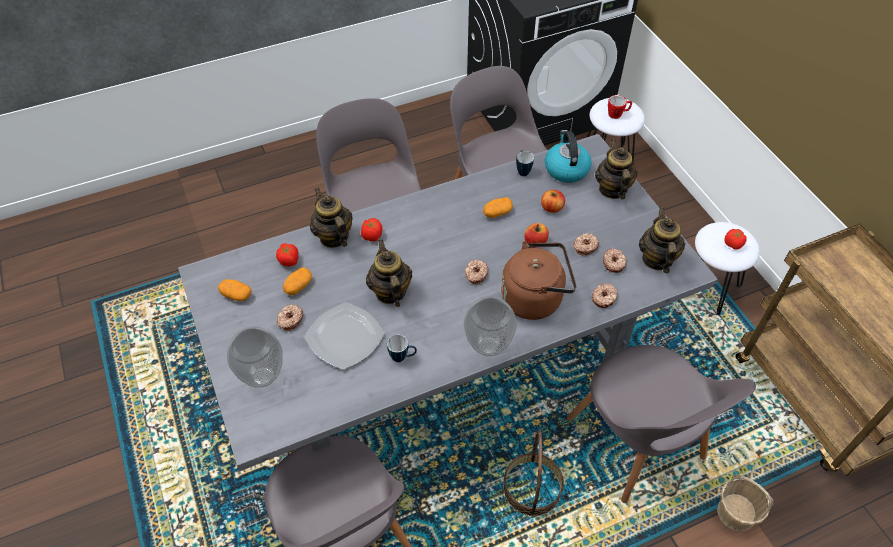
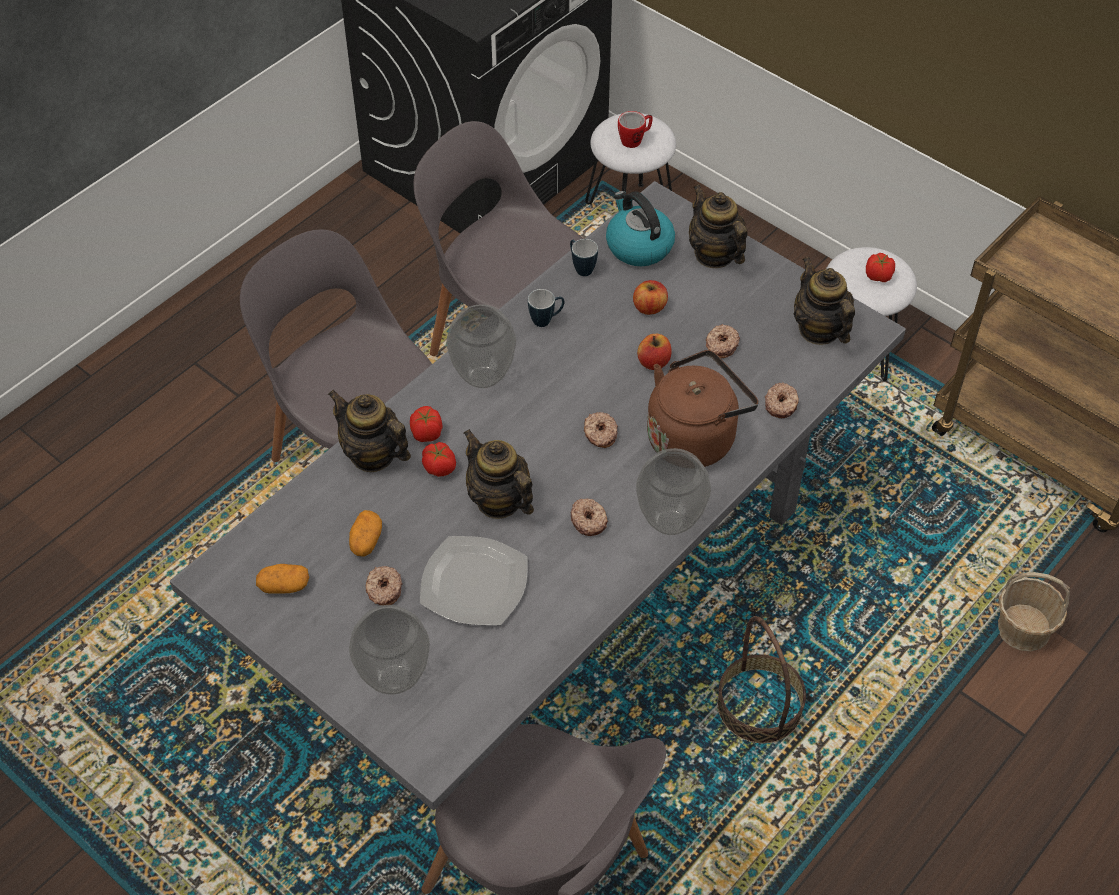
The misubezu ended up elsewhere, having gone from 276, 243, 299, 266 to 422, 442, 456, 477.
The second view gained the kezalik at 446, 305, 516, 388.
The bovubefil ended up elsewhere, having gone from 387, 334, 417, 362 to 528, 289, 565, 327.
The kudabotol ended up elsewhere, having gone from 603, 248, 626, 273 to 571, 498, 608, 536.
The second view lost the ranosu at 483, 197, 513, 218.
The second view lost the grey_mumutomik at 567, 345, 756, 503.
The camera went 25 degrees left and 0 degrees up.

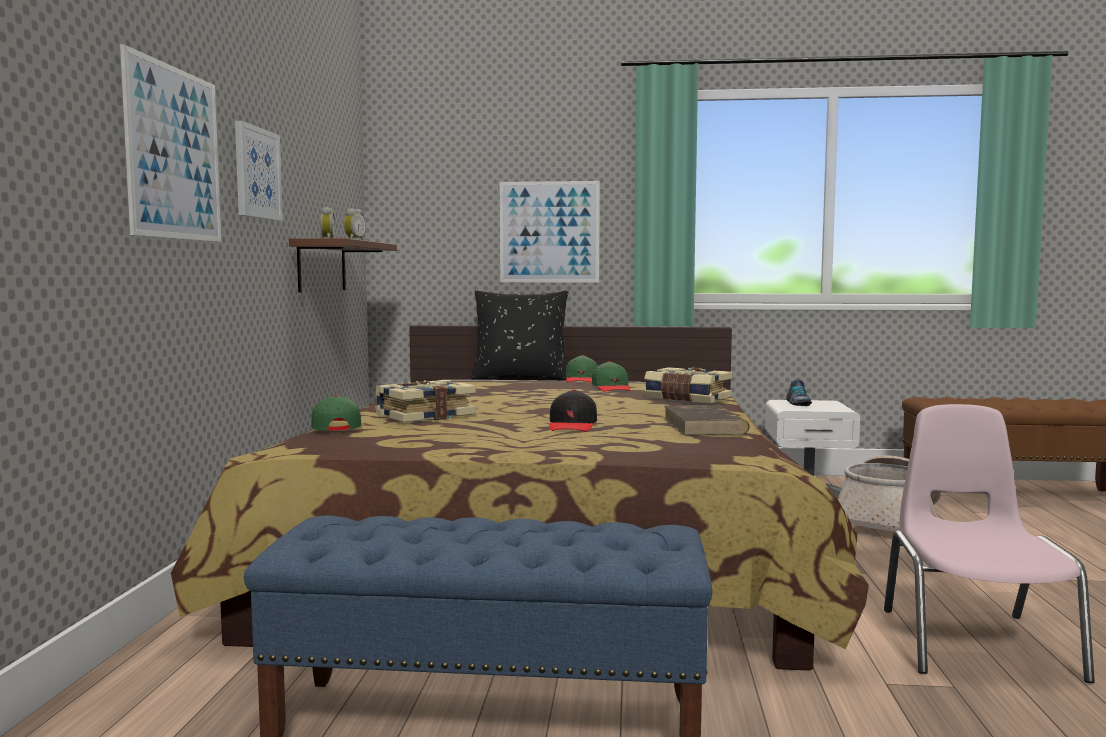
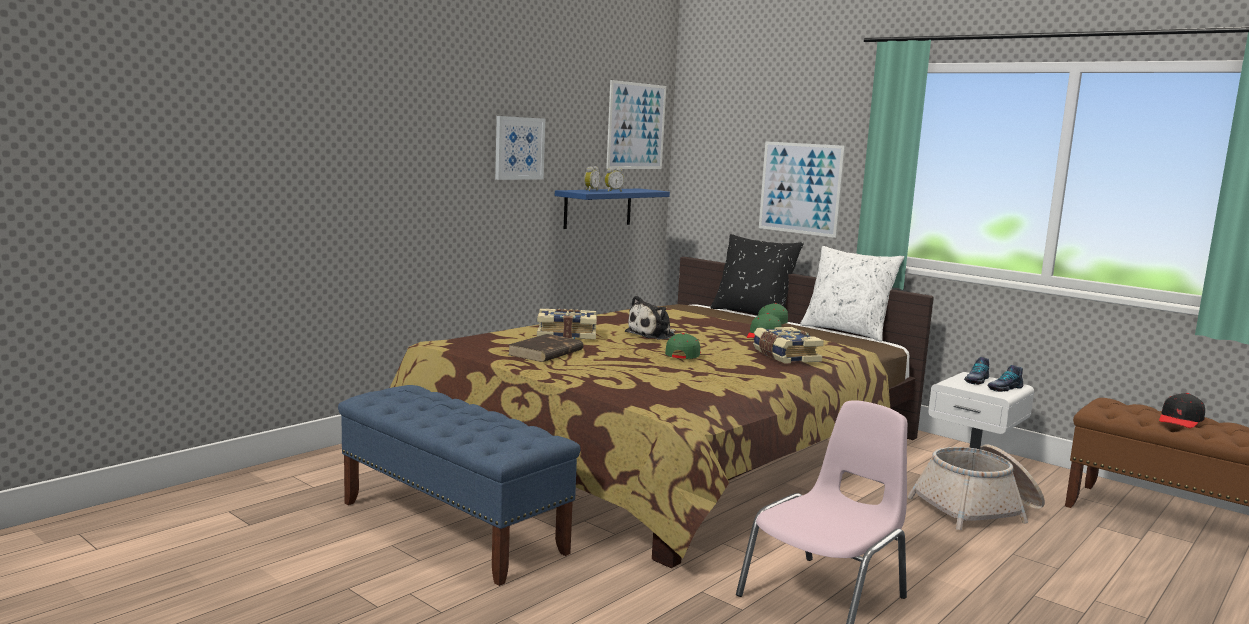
The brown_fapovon ended up elsewhere, having gone from 664, 405, 749, 435 to 508, 334, 583, 362.
What was the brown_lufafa at 289, 238, 397, 293 turned into the blue_lufafa at 555, 188, 670, 229.
The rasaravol ended up elsewhere, having gone from 120, 44, 221, 242 to 606, 80, 666, 169.
The second view gained the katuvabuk at 625, 296, 676, 340.
The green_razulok ended up elsewhere, having gone from 311, 395, 362, 431 to 665, 333, 701, 359.
The second view gained the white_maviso at 800, 246, 904, 342.
The second view gained the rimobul at 988, 365, 1024, 392.
The black_razulok ended up elsewhere, having gone from 550, 389, 597, 432 to 1159, 393, 1205, 428.
The camera went 35 degrees right and 5 degrees up.

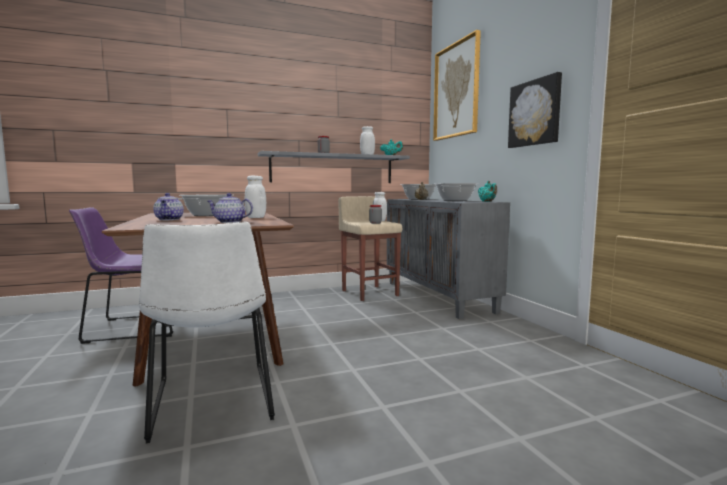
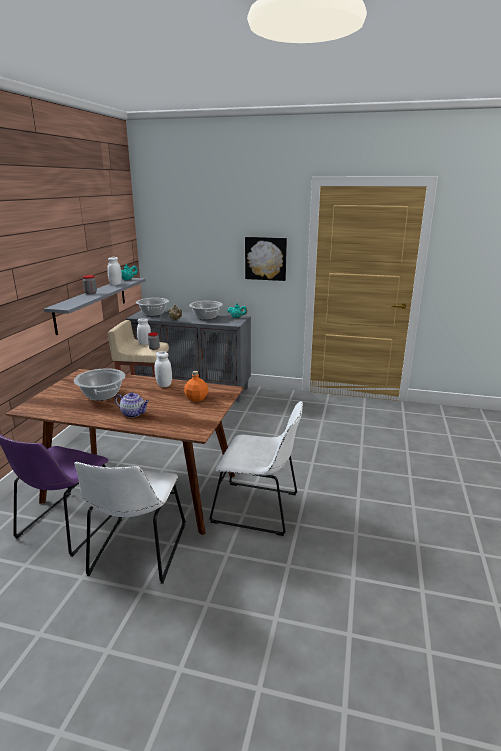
The second view gained the white_mumutomik at 74, 462, 186, 584.
Where the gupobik stood at 207, 193, 253, 223, the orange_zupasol came to stand at 184, 371, 208, 402.
The second view lost the rasaravol at 433, 30, 481, 141.
The camera went 55 degrees left and 15 degrees up.

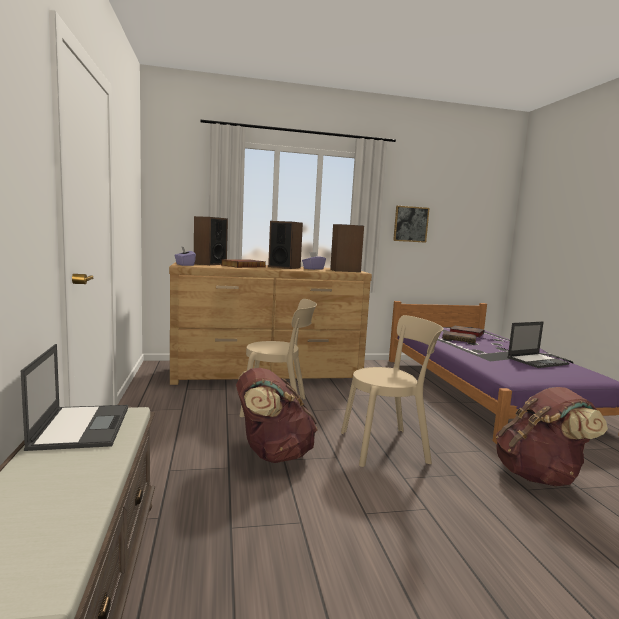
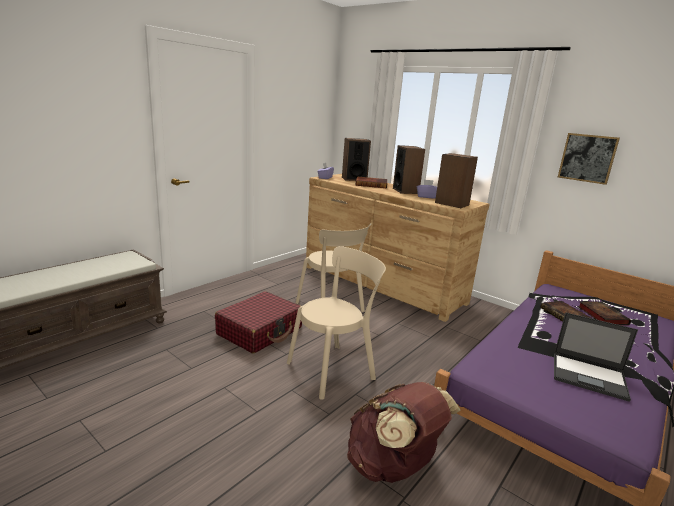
Where the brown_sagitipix stood at 236, 368, 318, 463, the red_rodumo came to stand at 215, 291, 302, 354.
The beige_mumutomik at 341, 315, 443, 467 ended up facing another way, 75 degrees counterclockwise from before.
The second view lost the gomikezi at 21, 344, 128, 451.
The camera went 50 degrees right and 10 degrees up.

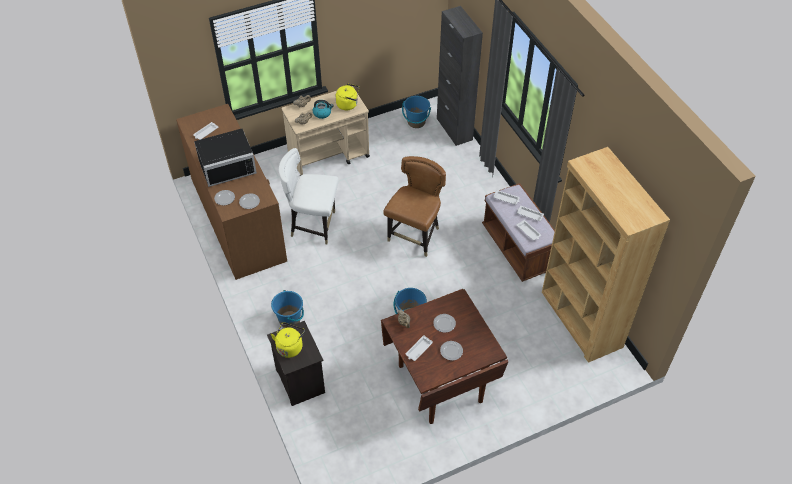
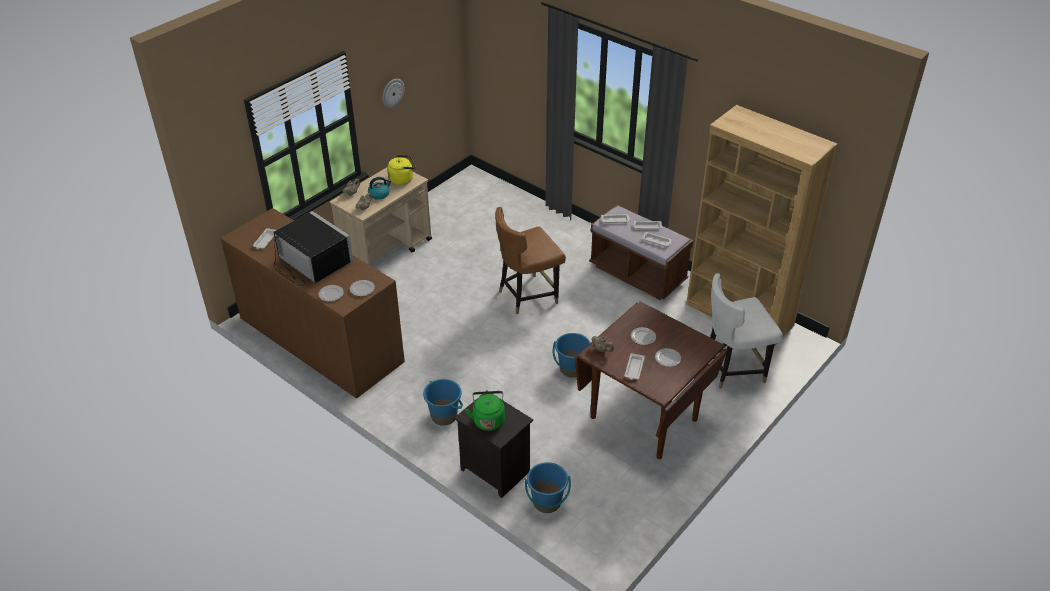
The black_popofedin at 194, 129, 257, 187 ended up facing another way, 90 degrees counterclockwise from before.
The second view gained the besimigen at 382, 79, 405, 108.
What was the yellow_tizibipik at 271, 322, 305, 358 turned into the green_tizibipik at 465, 391, 505, 431.
The brown_mumutomik at 383, 156, 446, 257 ended up facing another way, 120 degrees counterclockwise from before.
The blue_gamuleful ended up elsewhere, having gone from 402, 96, 431, 128 to 525, 462, 571, 513.
The white_mumutomik ended up elsewhere, having gone from 279, 148, 339, 244 to 710, 273, 783, 389.
The second view lost the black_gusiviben at 437, 6, 483, 146.
The camera went 25 degrees left and 10 degrees down.

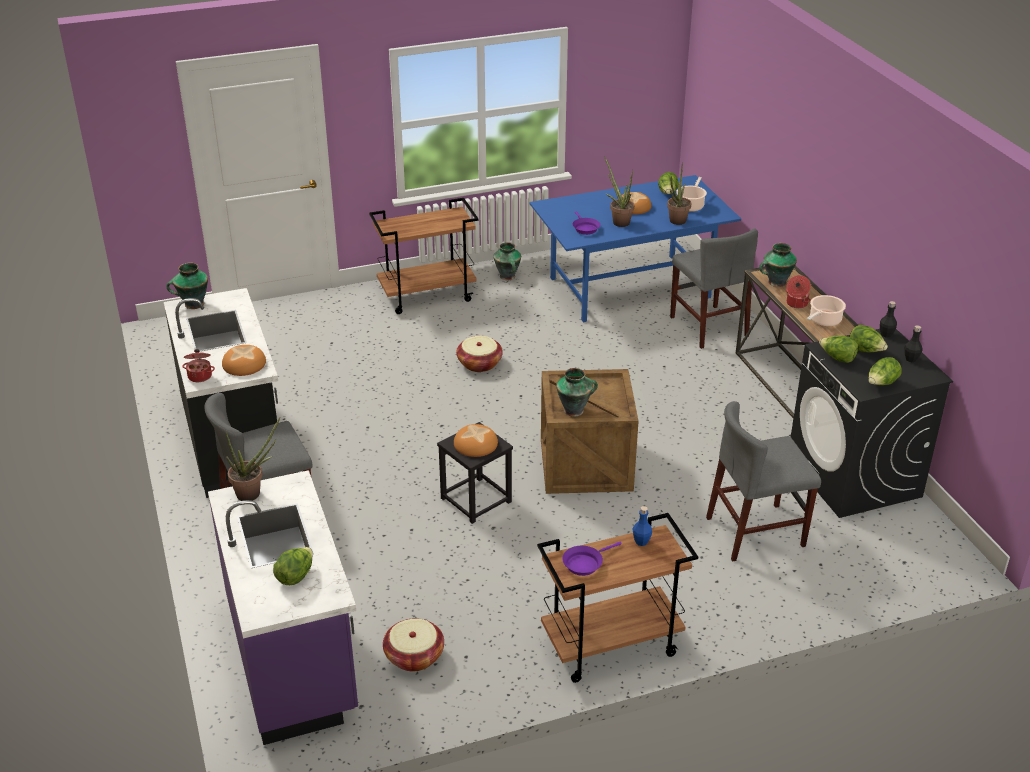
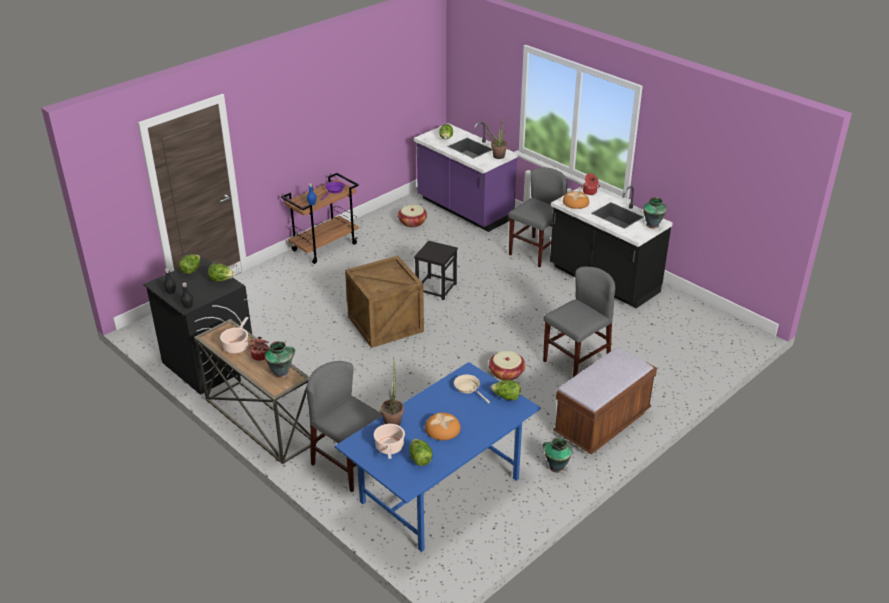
What was the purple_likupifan at 573, 211, 601, 235 turned into the beige_likupifan at 454, 375, 490, 403.
The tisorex ended up elsewhere, having gone from 850, 324, 888, 352 to 490, 380, 521, 400.
The grey_mumutomik ended up elsewhere, having gone from 706, 401, 821, 561 to 543, 266, 615, 377.
Where the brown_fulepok stood at 369, 198, 479, 314, the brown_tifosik came to stand at 553, 347, 657, 455.
The second view lost the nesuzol at 454, 424, 498, 457.
The second view lost the kezalik at 556, 368, 598, 417.
The second view lost the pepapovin at 604, 156, 634, 227.
The camera went 155 degrees right and 0 degrees up.

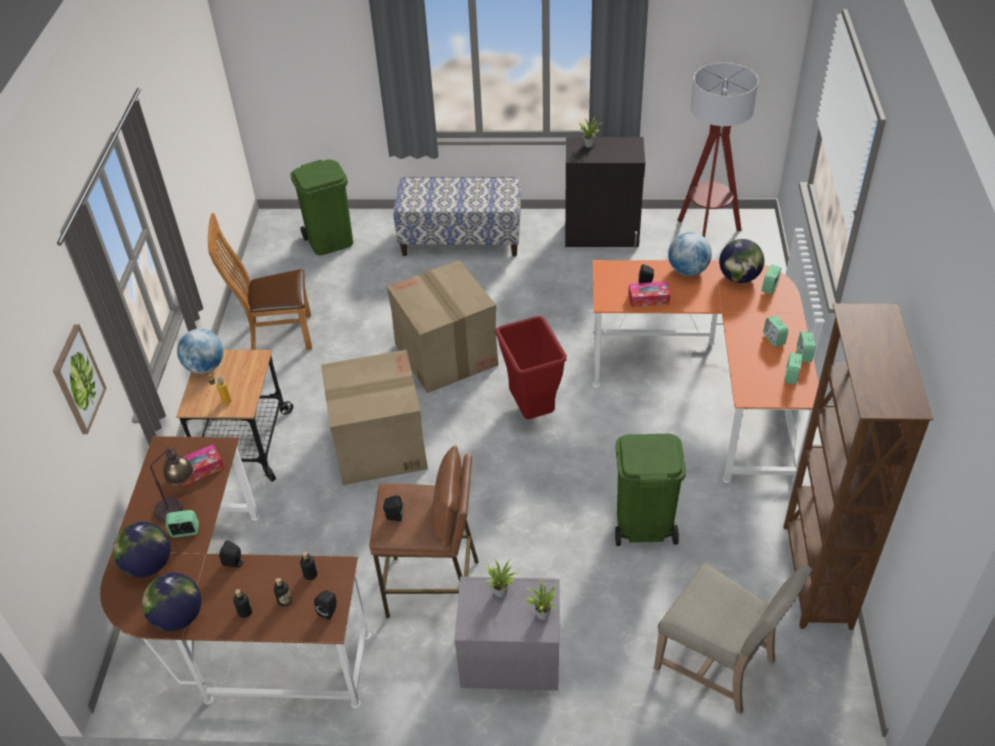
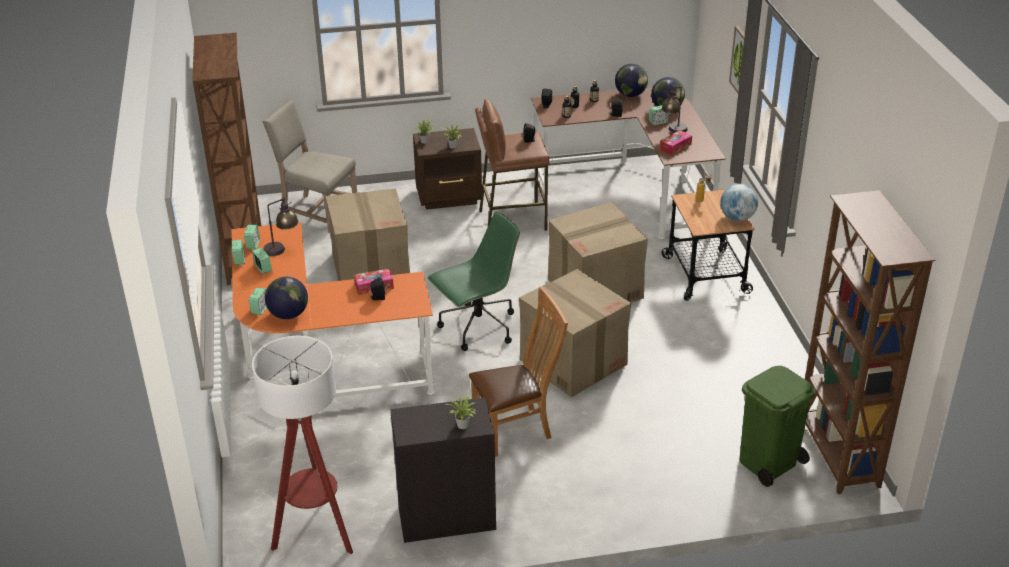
The second view gained the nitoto at 263, 197, 299, 256.
Where the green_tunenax stood at 615, 434, 686, 546, the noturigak came to stand at 325, 189, 410, 281.
What was the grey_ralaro at 455, 577, 560, 690 turned into the brown_ralaro at 413, 128, 482, 210.
Where the red_tunenax stood at 495, 316, 567, 419, the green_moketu came to stand at 428, 212, 520, 351.
The brown_mumutomik ended up elsewhere, having gone from 208, 213, 312, 350 to 469, 286, 568, 457.
The second view gained the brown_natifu at 805, 190, 936, 494.
The second view lost the tifosik at 394, 177, 521, 257.
The second view lost the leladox at 668, 232, 712, 276.
The camera went 165 degrees right and 10 degrees down.

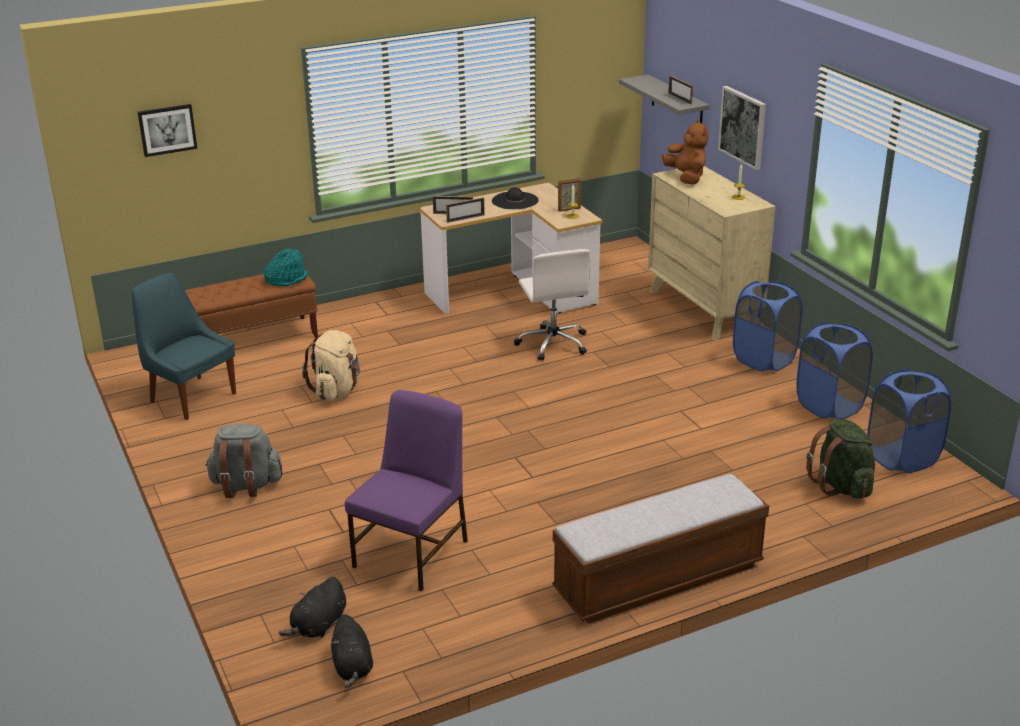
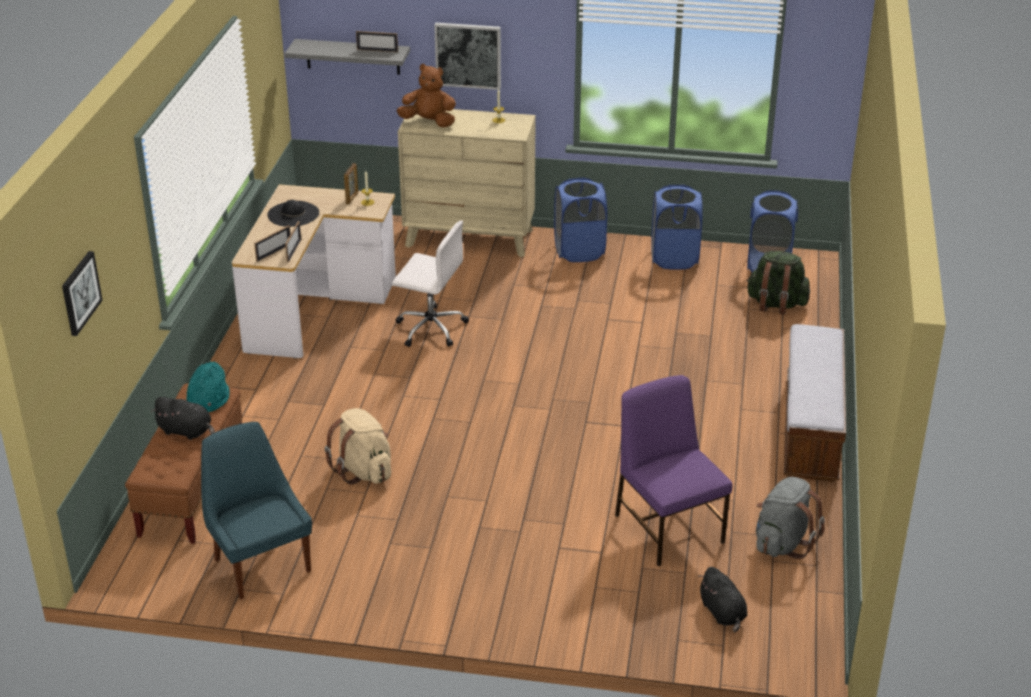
The black_katuvabuk ended up elsewhere, having gone from 331, 614, 373, 688 to 151, 397, 215, 440.
The blue_mumutomik at 132, 273, 236, 420 ended up facing another way, 75 degrees clockwise from before.
The grey_sagitipix ended up elsewhere, having gone from 205, 424, 282, 498 to 756, 477, 825, 559.
The camera went 55 degrees left and 5 degrees up.

